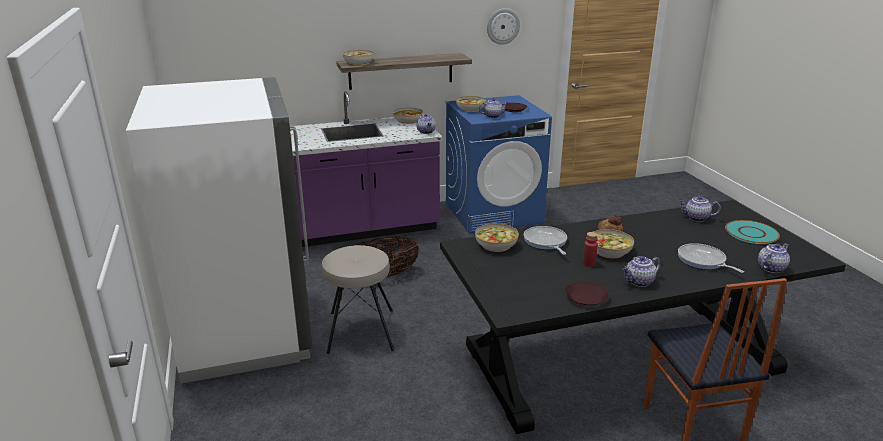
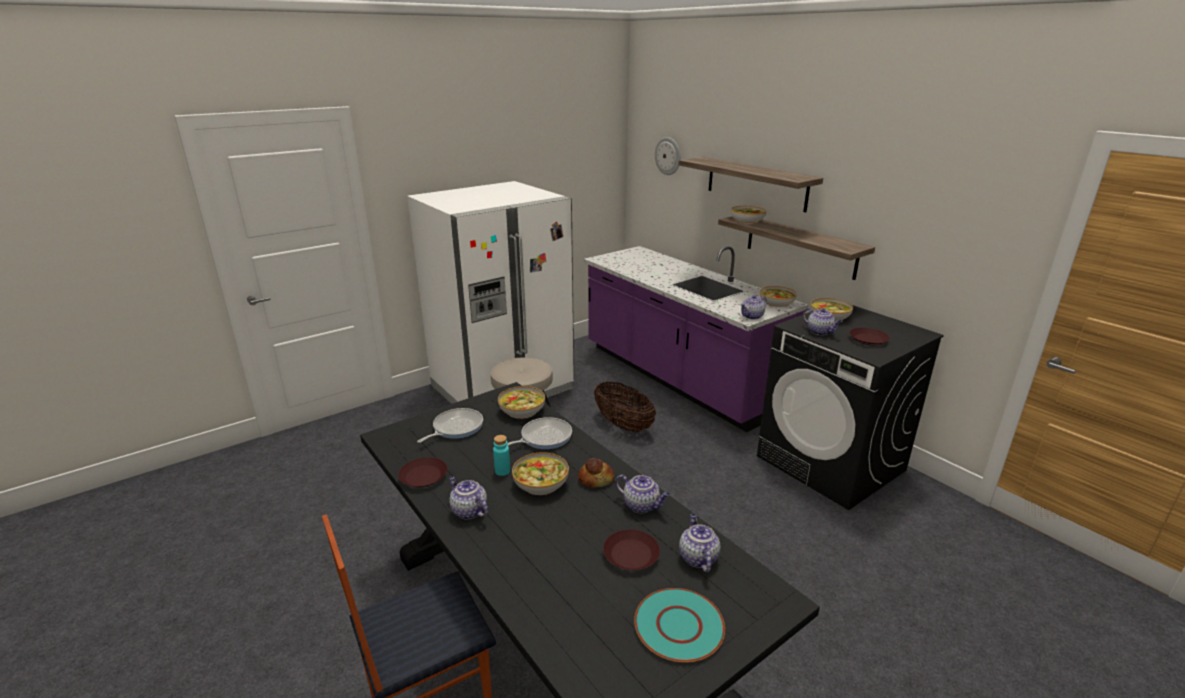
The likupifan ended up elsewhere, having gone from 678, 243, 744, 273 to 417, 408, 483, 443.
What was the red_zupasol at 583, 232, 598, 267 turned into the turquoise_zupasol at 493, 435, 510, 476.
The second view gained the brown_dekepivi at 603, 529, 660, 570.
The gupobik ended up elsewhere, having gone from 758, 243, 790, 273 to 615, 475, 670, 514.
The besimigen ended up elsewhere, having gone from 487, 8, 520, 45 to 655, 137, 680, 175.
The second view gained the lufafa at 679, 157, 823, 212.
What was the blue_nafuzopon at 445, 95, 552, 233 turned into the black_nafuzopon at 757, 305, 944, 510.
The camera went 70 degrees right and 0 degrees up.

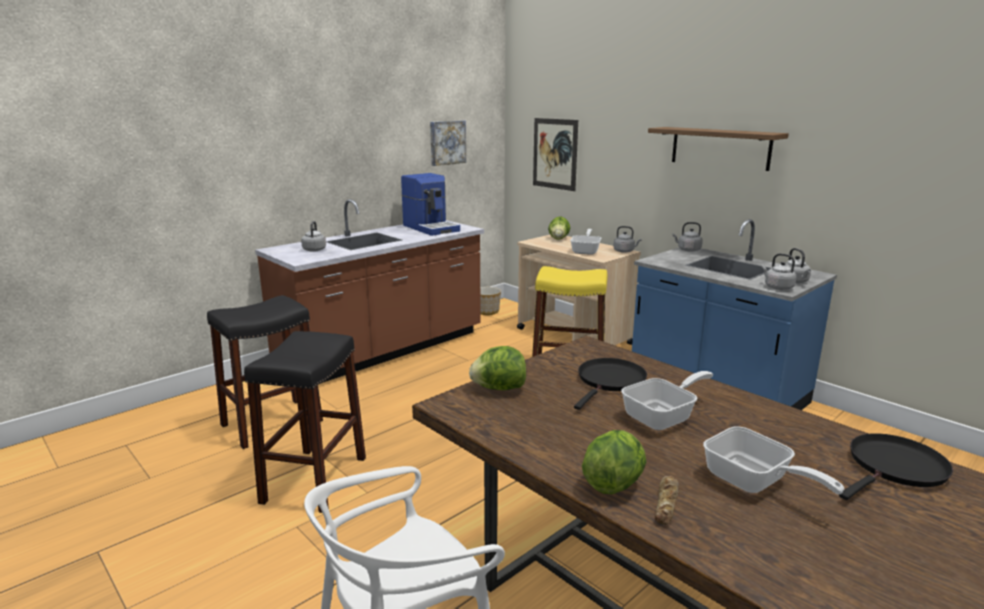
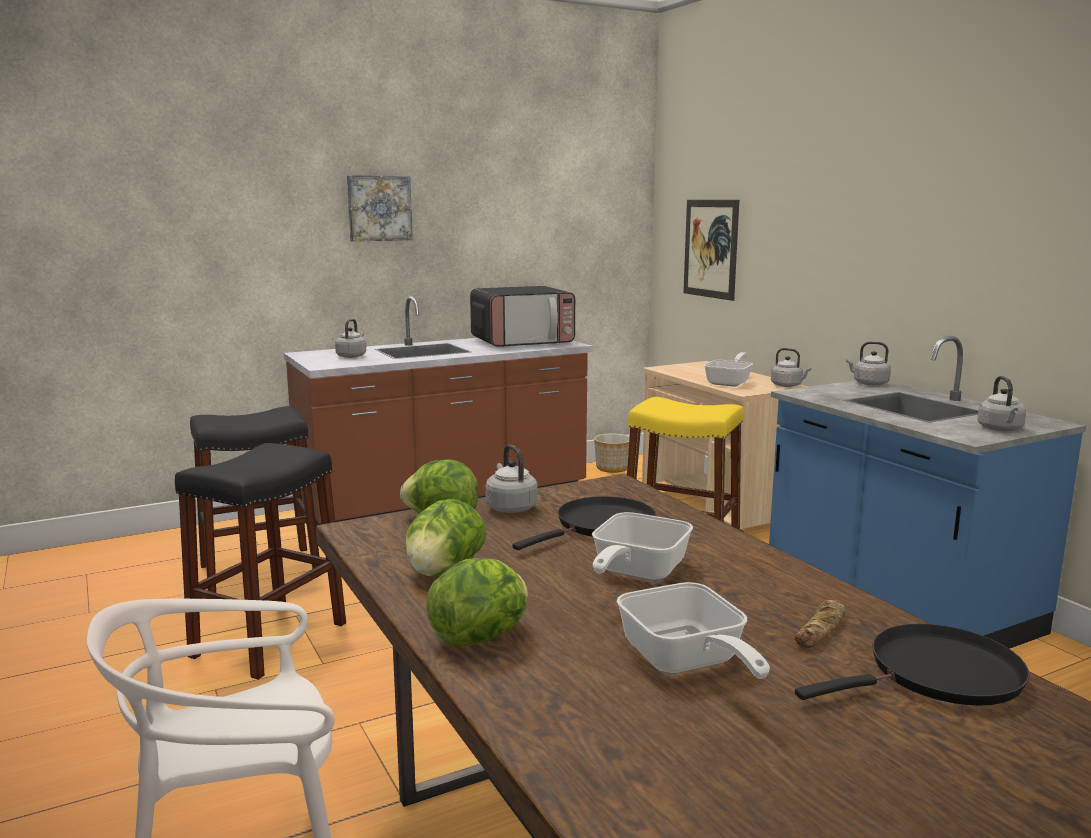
The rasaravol ended up elsewhere, having gone from 430, 120, 466, 166 to 347, 175, 413, 242.
The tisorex ended up elsewhere, having gone from 548, 216, 570, 240 to 405, 499, 487, 576.
Where the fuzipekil stood at 401, 173, 460, 236, the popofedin came to stand at 470, 286, 575, 347.
The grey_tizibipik ended up elsewhere, having gone from 761, 253, 796, 290 to 485, 445, 538, 513.
The likupifan at 621, 371, 713, 430 ended up facing another way, 135 degrees clockwise from before.
The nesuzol ended up elsewhere, having gone from 655, 476, 679, 525 to 794, 600, 846, 648.
The second view lost the lufafa at 648, 127, 789, 171.
The camera went 15 degrees right and 5 degrees down.

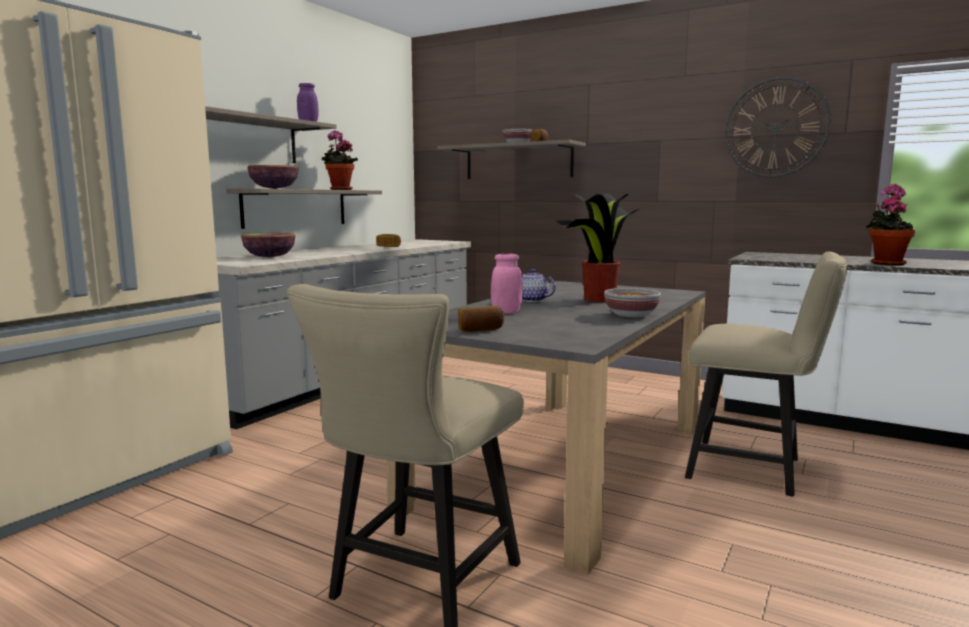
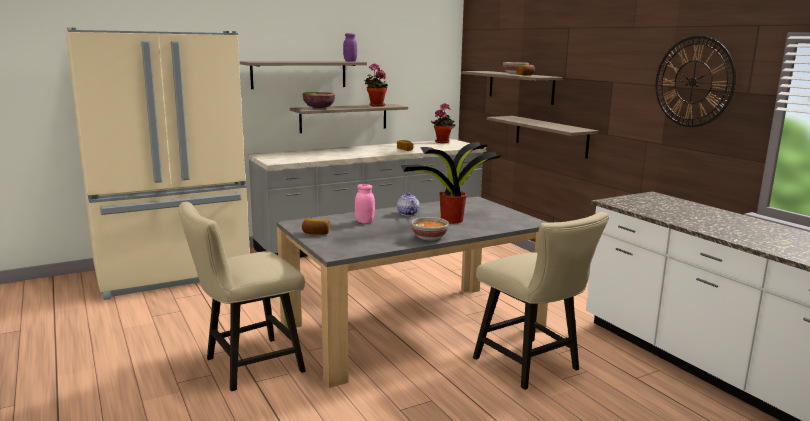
The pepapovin ended up elsewhere, having gone from 866, 184, 915, 265 to 431, 103, 455, 143.
The second view gained the lufafa at 487, 116, 598, 158.
The second view lost the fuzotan at 241, 233, 296, 257.
The camera went 30 degrees right and 5 degrees up.

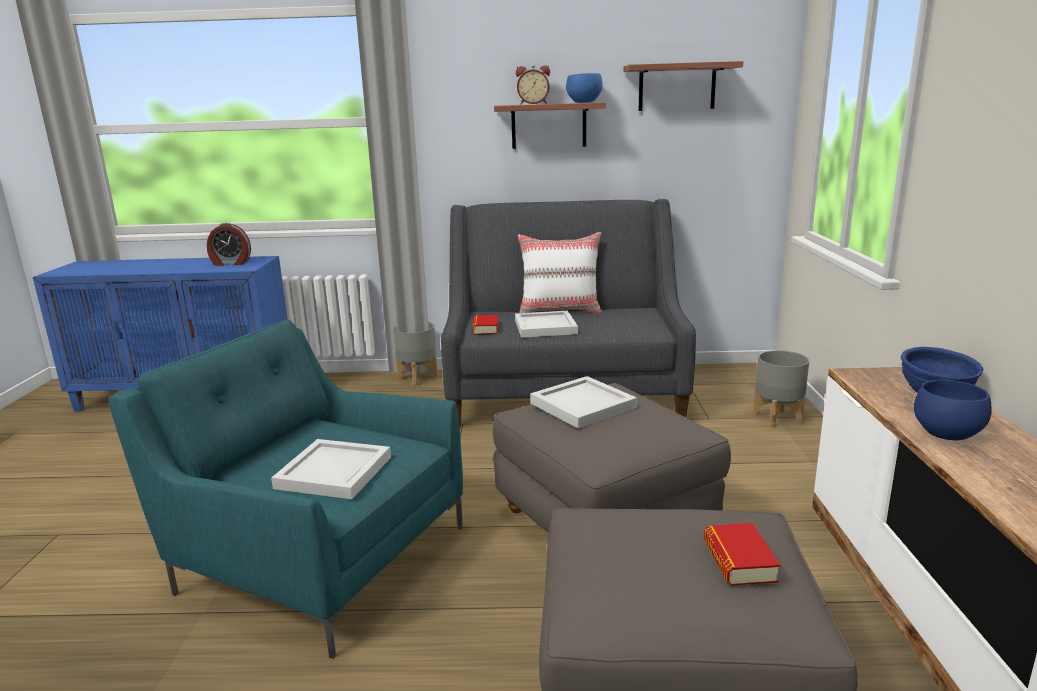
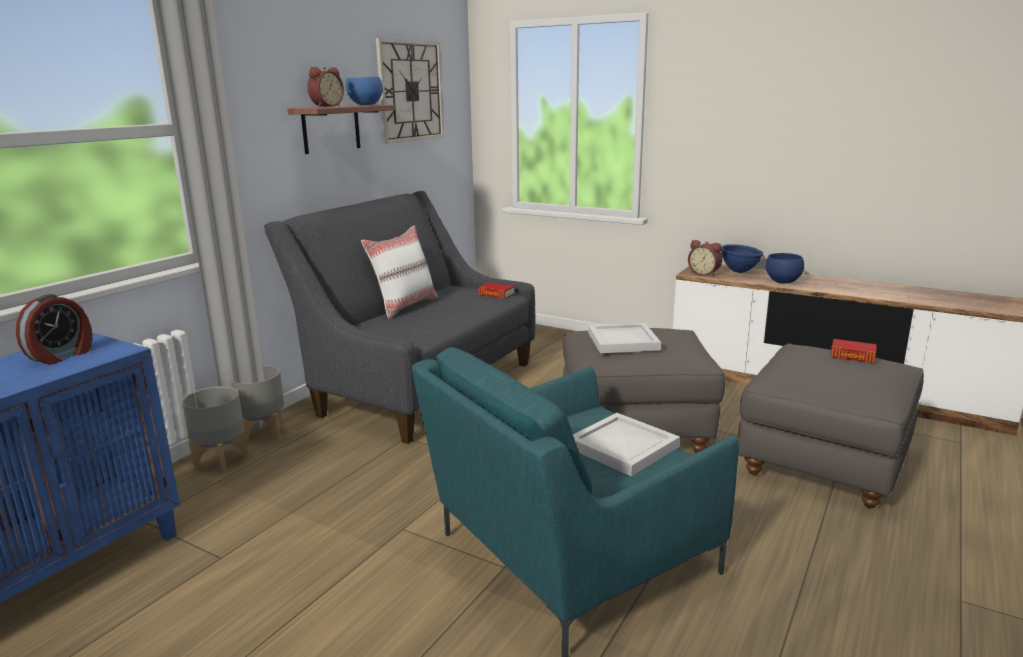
The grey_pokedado ended up elsewhere, having gone from 753, 350, 809, 428 to 182, 386, 248, 474.
Where the lufafa hung at 624, 61, 743, 111, the besimigen came to hang at 376, 38, 444, 144.
The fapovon ended up elsewhere, having gone from 473, 315, 498, 335 to 478, 282, 515, 299.
The second view gained the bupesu at 688, 240, 722, 277.
The second view lost the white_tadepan at 515, 311, 578, 338.
The camera went 60 degrees left and 0 degrees up.

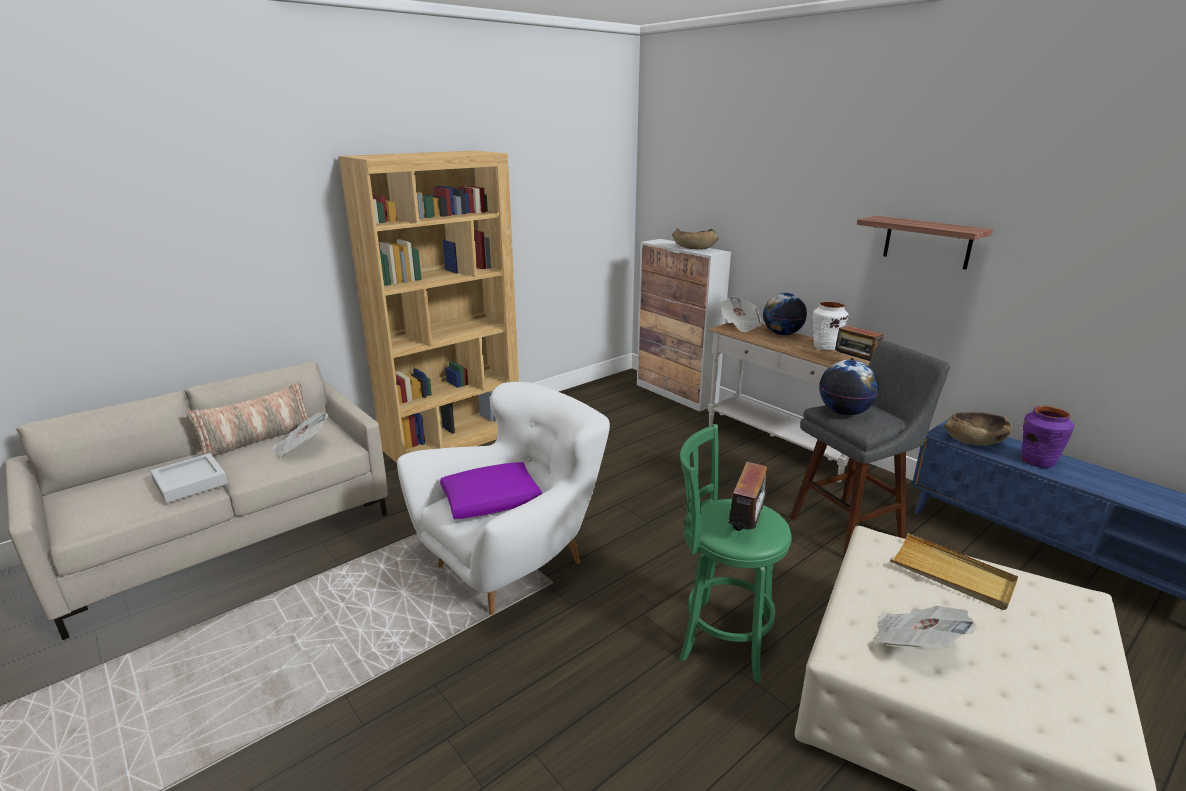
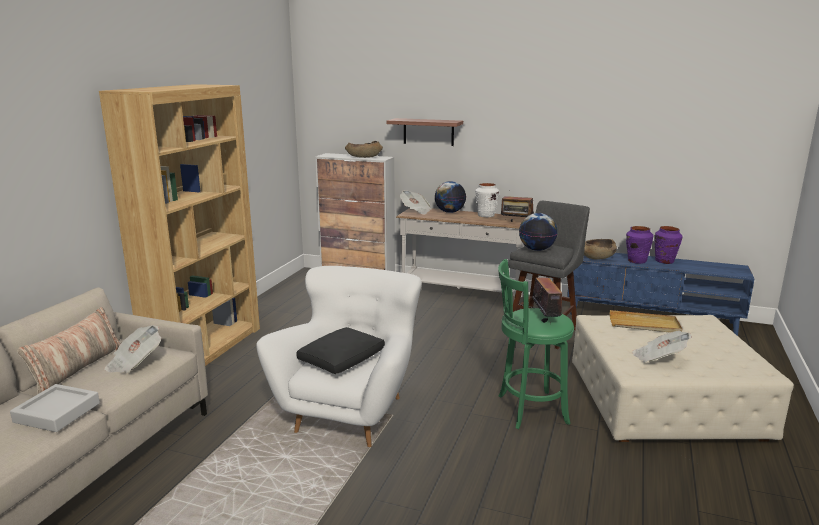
What was the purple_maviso at 440, 462, 543, 519 turned into the black_maviso at 296, 327, 385, 374.
The lufafa ended up elsewhere, having gone from 857, 216, 993, 270 to 386, 118, 463, 146.
The second view gained the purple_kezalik at 655, 226, 683, 264.
The camera went 30 degrees left and 5 degrees down.

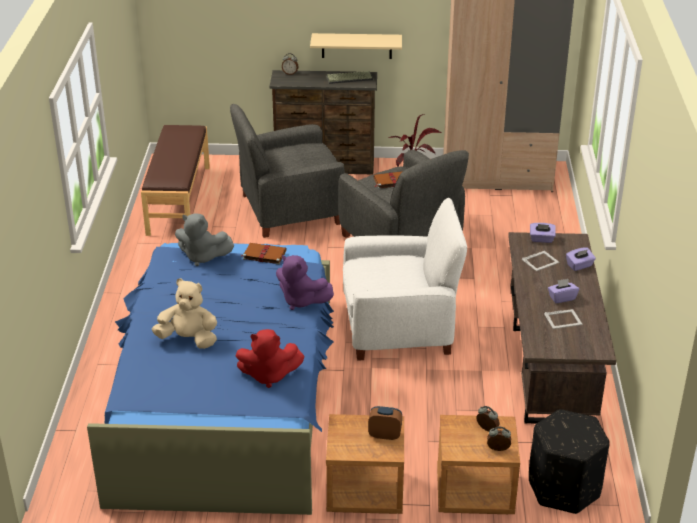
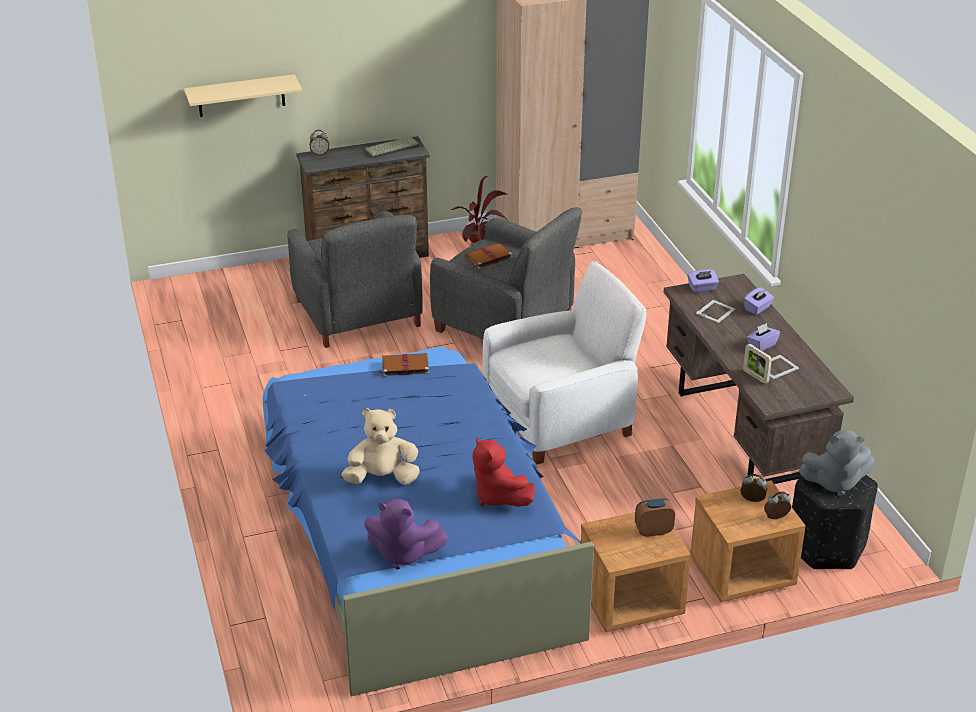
The beige_lufafa ended up elsewhere, having gone from 310, 33, 402, 59 to 184, 74, 302, 117.
The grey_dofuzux at 230, 104, 345, 238 ended up facing another way, 75 degrees counterclockwise from before.
The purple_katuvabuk ended up elsewhere, having gone from 276, 255, 334, 310 to 364, 499, 448, 570.
The red_katuvabuk at 236, 329, 304, 388 ended up facing another way, 75 degrees clockwise from before.
The second view gained the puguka at 743, 344, 772, 384.
The grey_katuvabuk ended up elsewhere, having gone from 175, 213, 234, 266 to 798, 430, 875, 497.
The second view lost the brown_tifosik at 141, 125, 210, 236.
The camera went 20 degrees left and 0 degrees up.

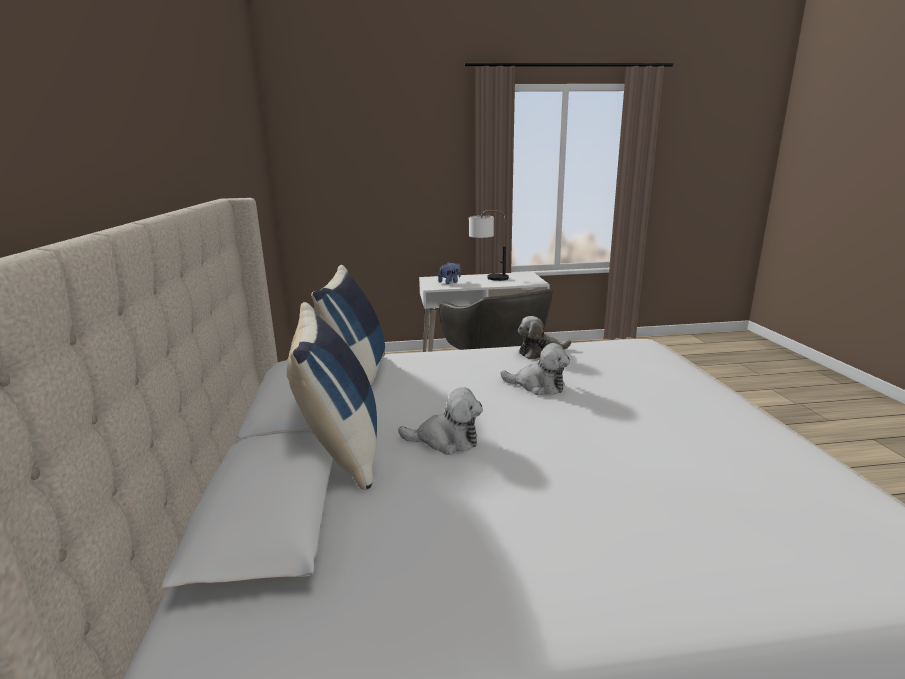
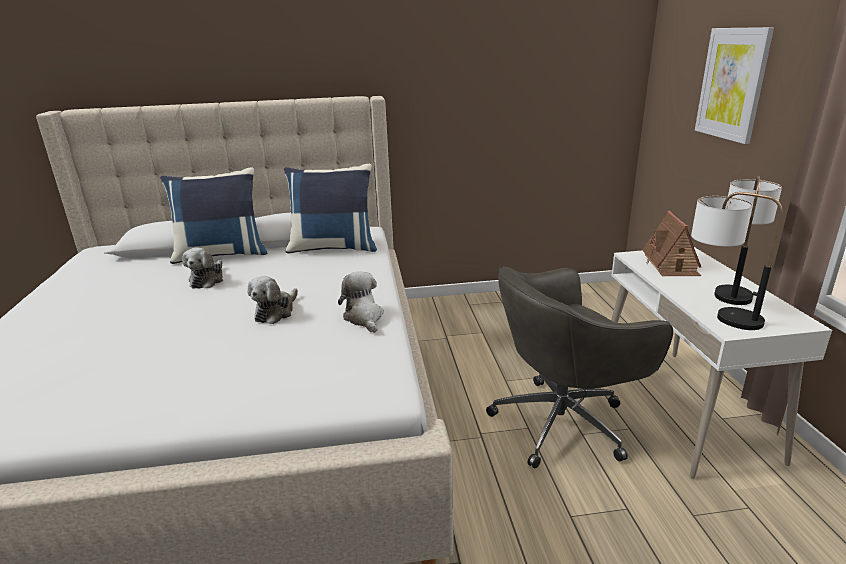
Where the katuvabuk stood at 438, 262, 461, 284, the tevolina came to stand at 642, 211, 701, 276.
The second view gained the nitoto at 691, 192, 782, 330.
The second view gained the rasaravol at 695, 27, 774, 144.
The camera went 90 degrees right and 5 degrees up.

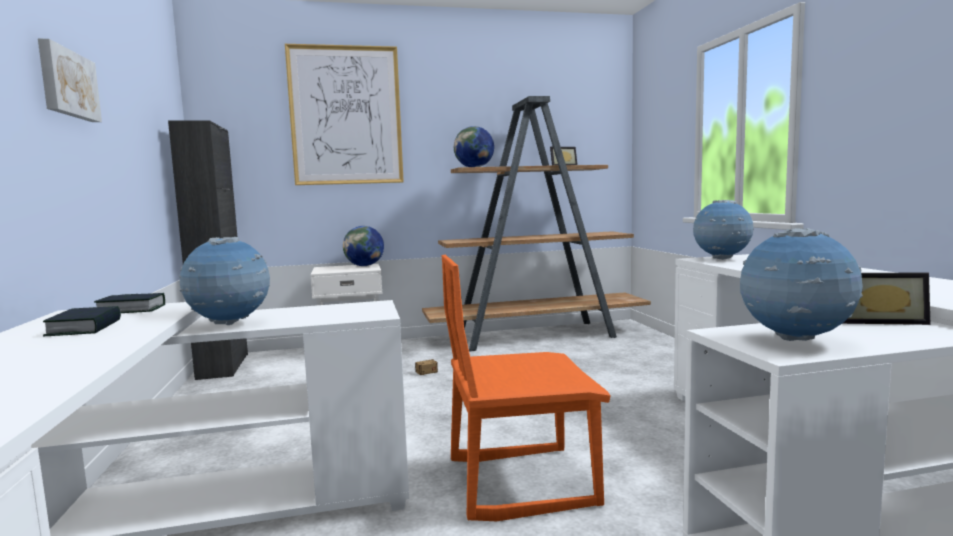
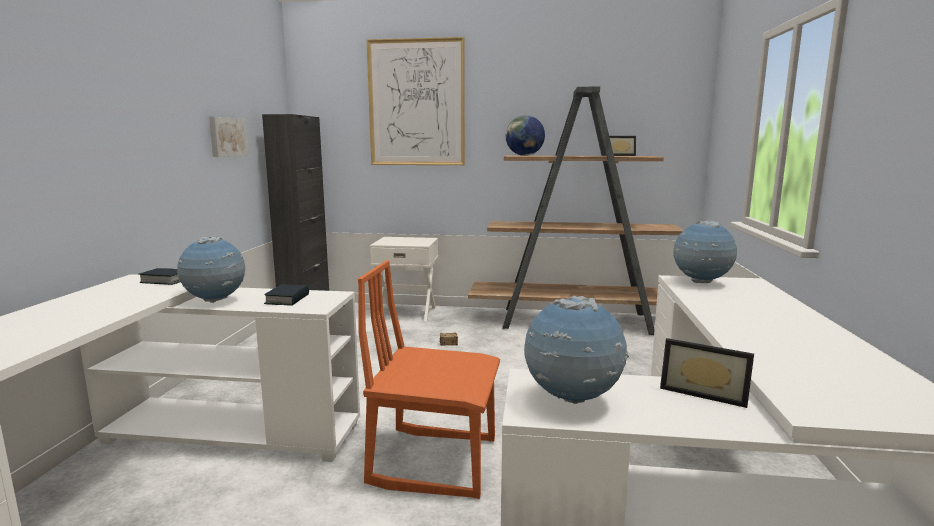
The rasaravol ended up elsewhere, having gone from 38, 38, 102, 122 to 209, 117, 249, 157.
The fapovon ended up elsewhere, having gone from 43, 306, 121, 336 to 264, 284, 309, 306.
The second view lost the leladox at 343, 226, 384, 266.
The camera went 20 degrees right and 5 degrees up.

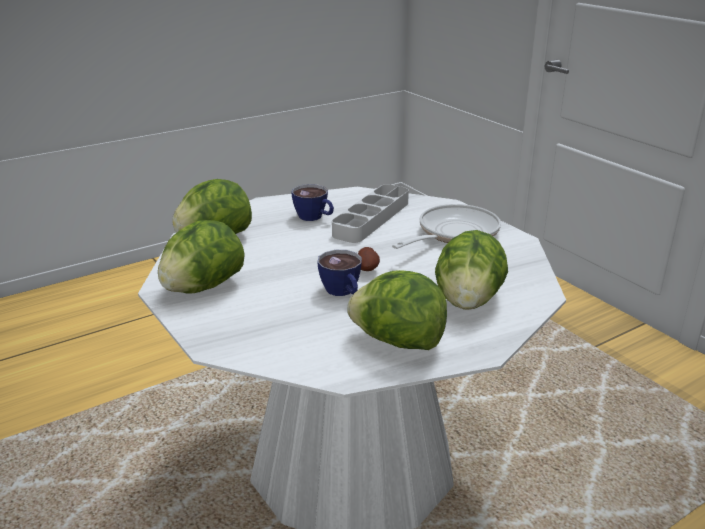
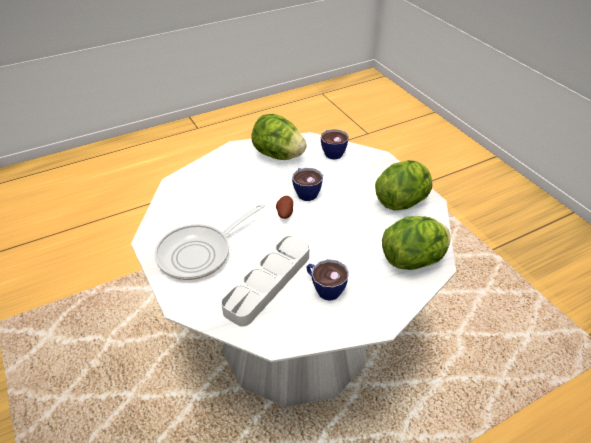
The second view gained the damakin at 321, 129, 349, 159.
The second view lost the tisorex at 435, 230, 508, 310.
The camera went 175 degrees left and 15 degrees up.

